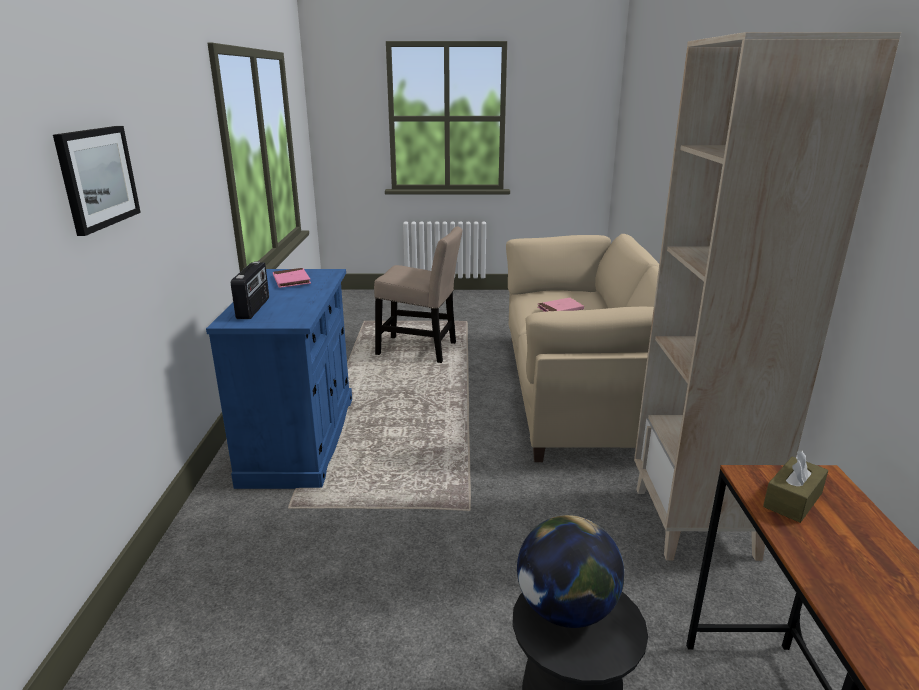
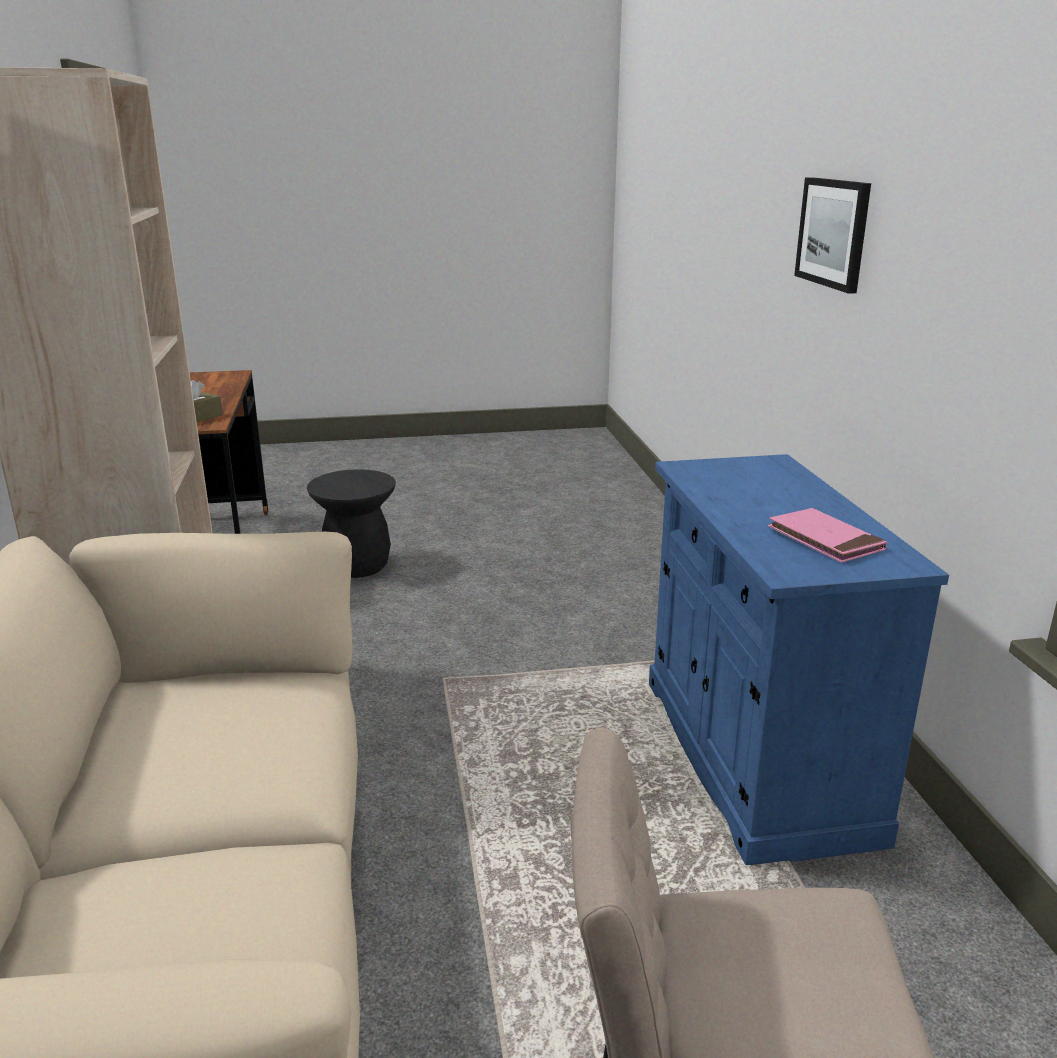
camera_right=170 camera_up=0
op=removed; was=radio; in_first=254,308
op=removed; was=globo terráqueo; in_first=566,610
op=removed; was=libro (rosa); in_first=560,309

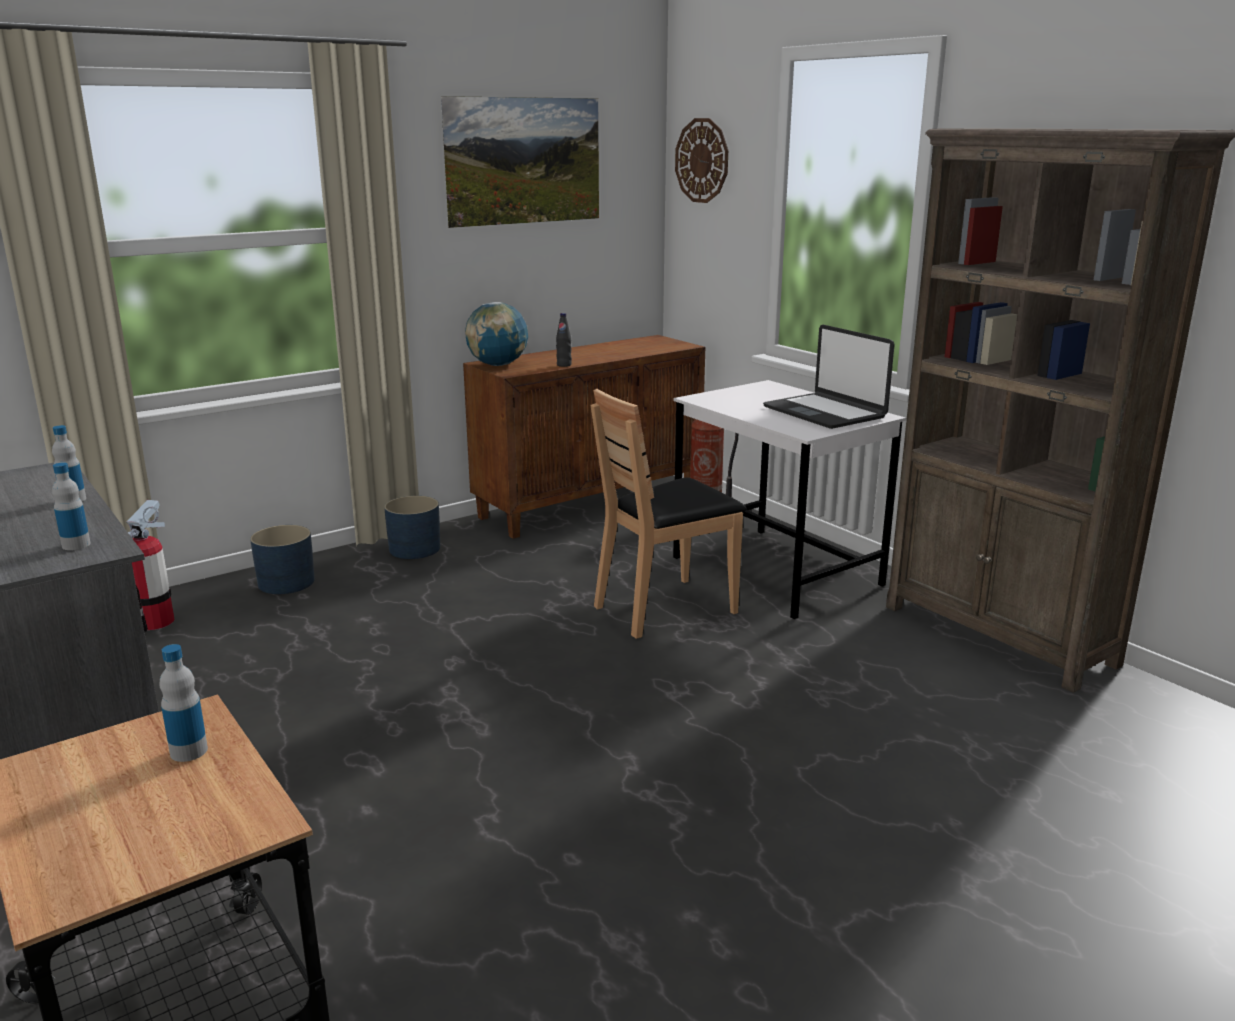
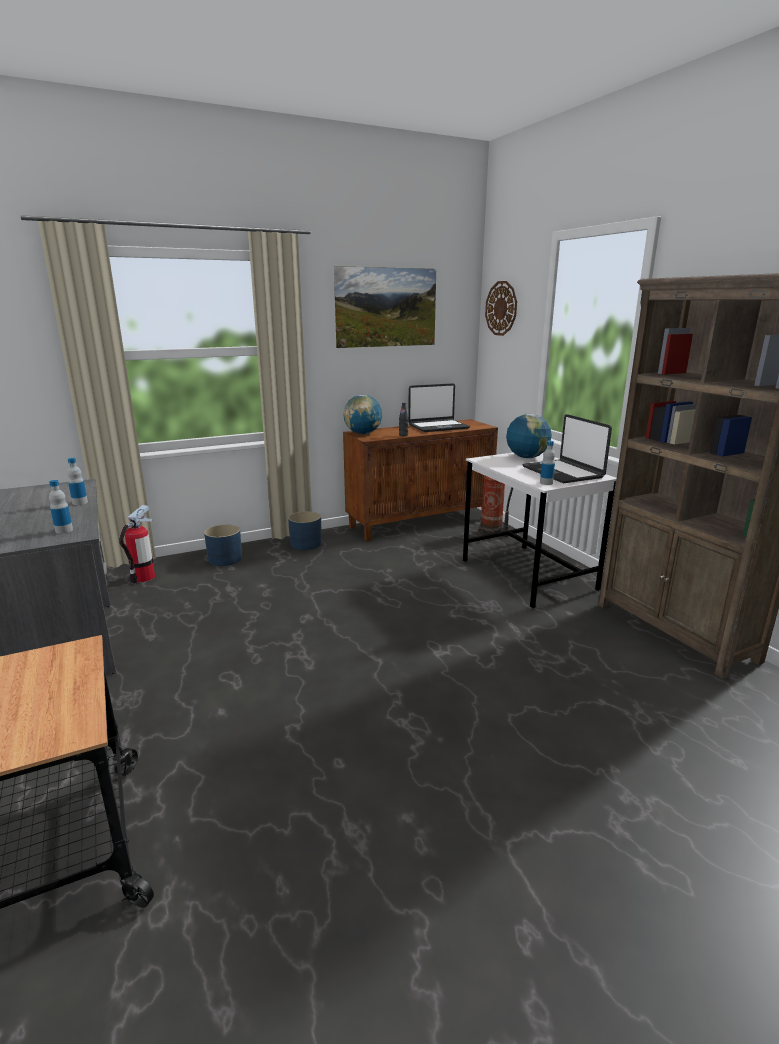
camera_right=10 camera_up=0
op=moved; was=botella; in_first=189,751; in_second=546,483
op=removed; was=silla (marrón); in_first=665,608
op=added; now=portátil; in_second=438,427
op=added; now=globo terráqueo; in_second=526,457

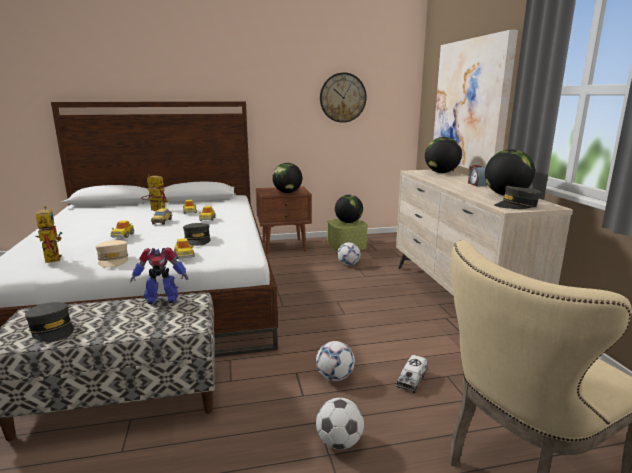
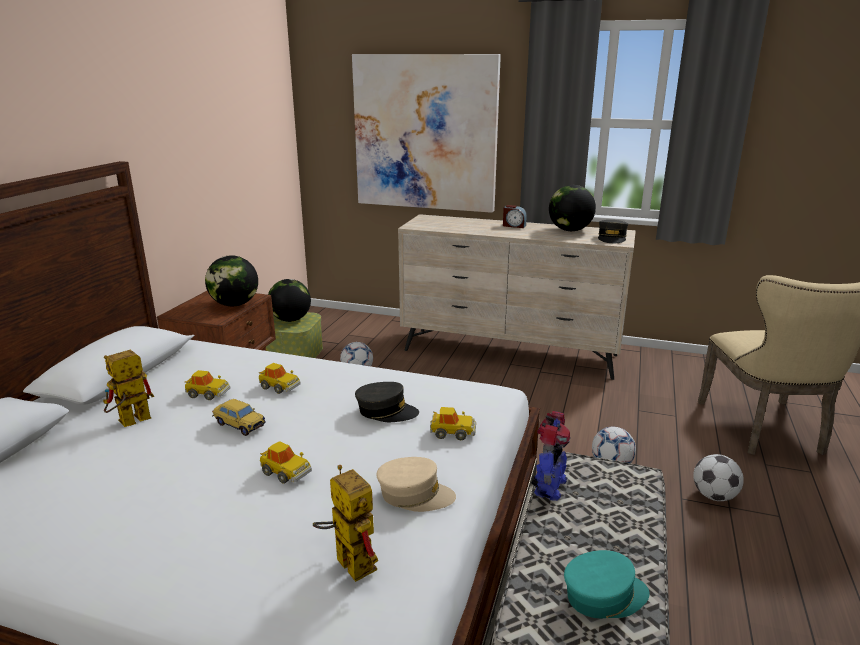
camera_right=-60 camera_up=5
op=recoloured; was=gorra (gris); now=gorra (turquesa); in_first=52,329; in_second=604,596
op=turned; was=robot de juguete; in_first=51,258; in_second=347,561; clockwise=45
op=removed; was=reloj de pared; in_first=342,97
op=removed; was=camión de juguete; in_first=412,380
op=removed; was=globo terráqueo; in_first=441,172

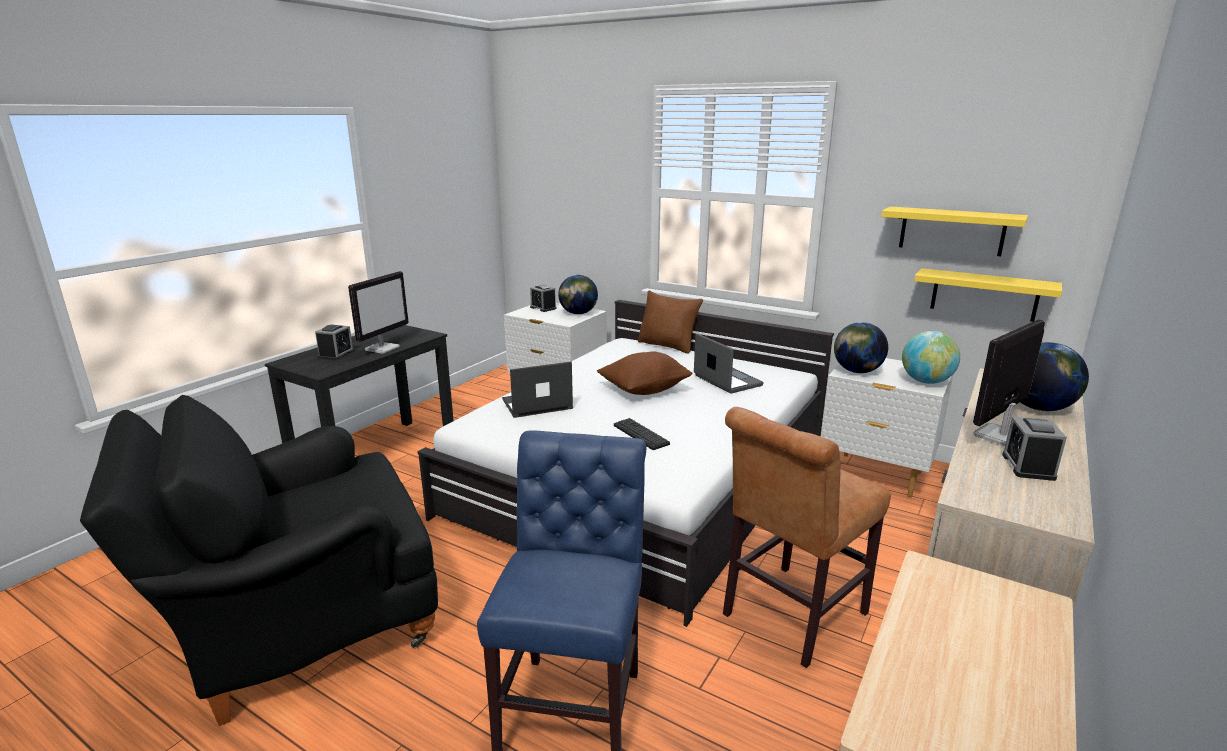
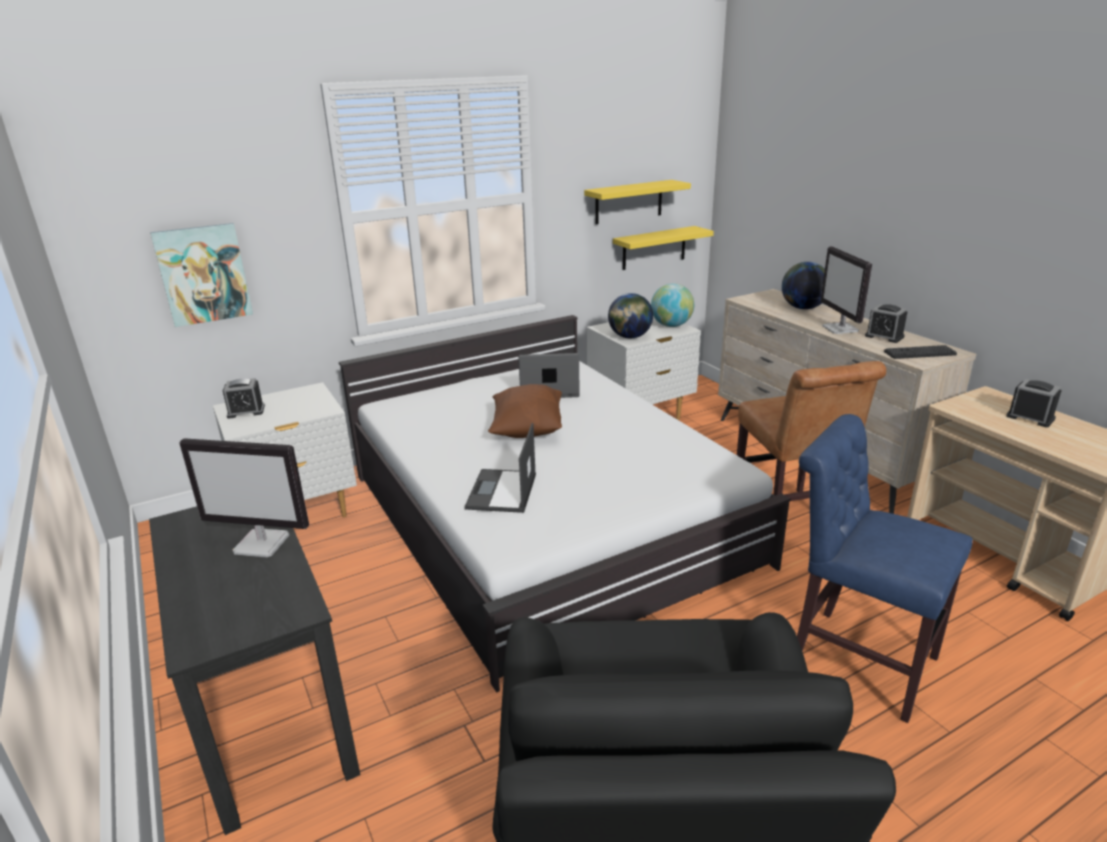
camera_right=-60 camera_up=5
op=moved; was=despertador; in_first=336,354; in_second=1030,417
op=turned; was=monitor; in_first=382,348; in_second=263,544; clockwise=135
op=removed; was=globo terráqueo; in_first=578,313
op=moved; was=teclado; in_first=640,434; in_second=920,353
op=removed; was=cojín (marrón); in_first=667,346
op=added; now=cuadro; in_second=203,274

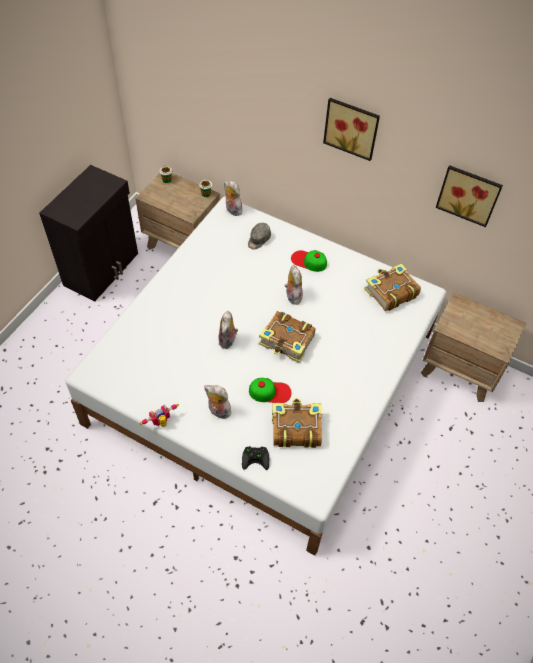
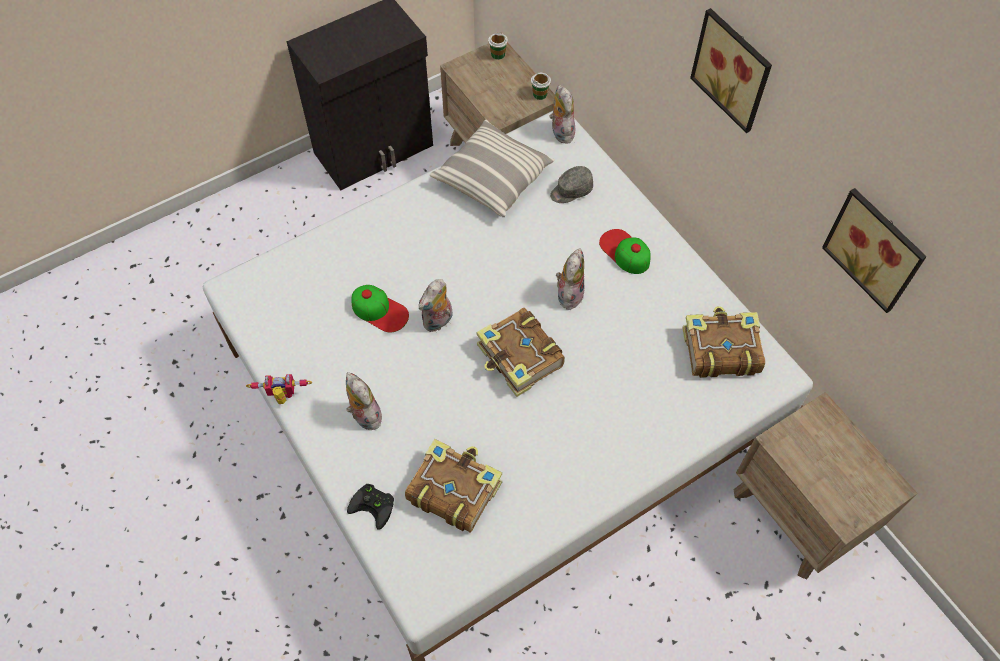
camera_right=30 camera_up=5
op=moved; was=gorra; in_first=270,392; in_second=379,310
op=added; now=cojín; in_second=493,178

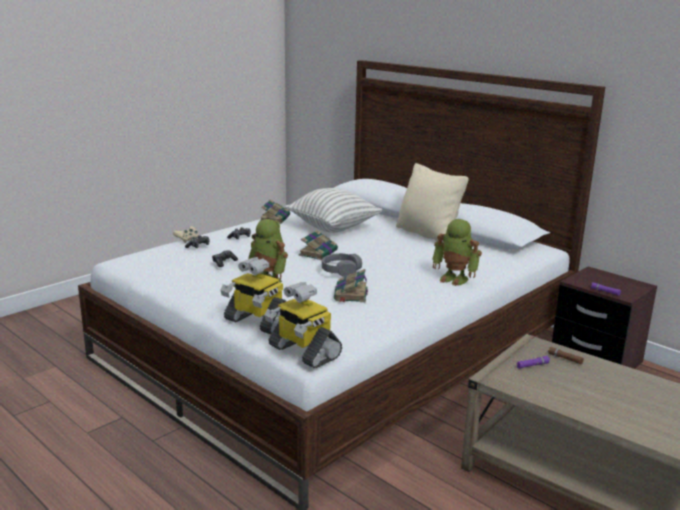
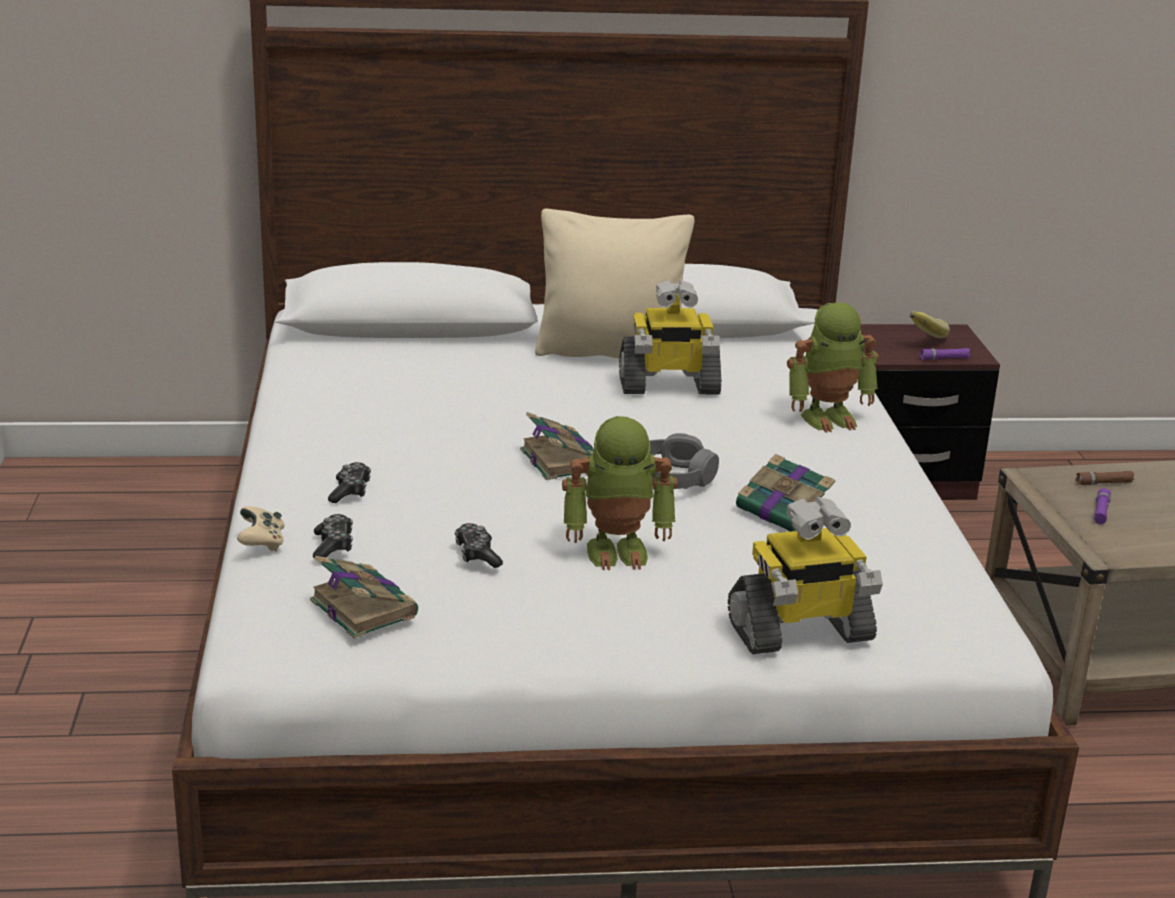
camera_right=-50 camera_up=5
op=moved; was=libro; in_first=275,218; in_second=362,607
op=moved; was=robot de juguete; in_first=303,352; in_second=668,386
op=removed; was=cojín; in_first=333,228
op=added; now=plátano; in_second=921,337

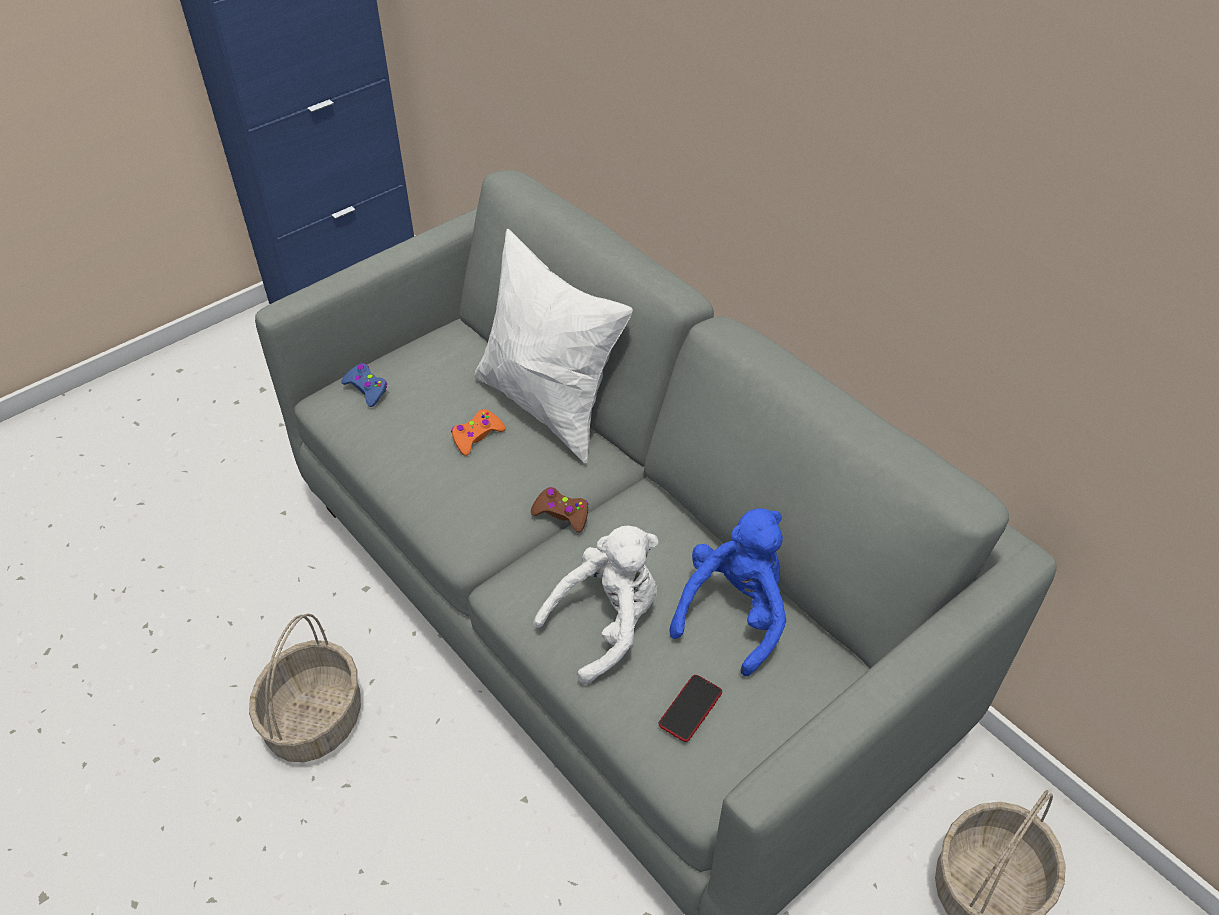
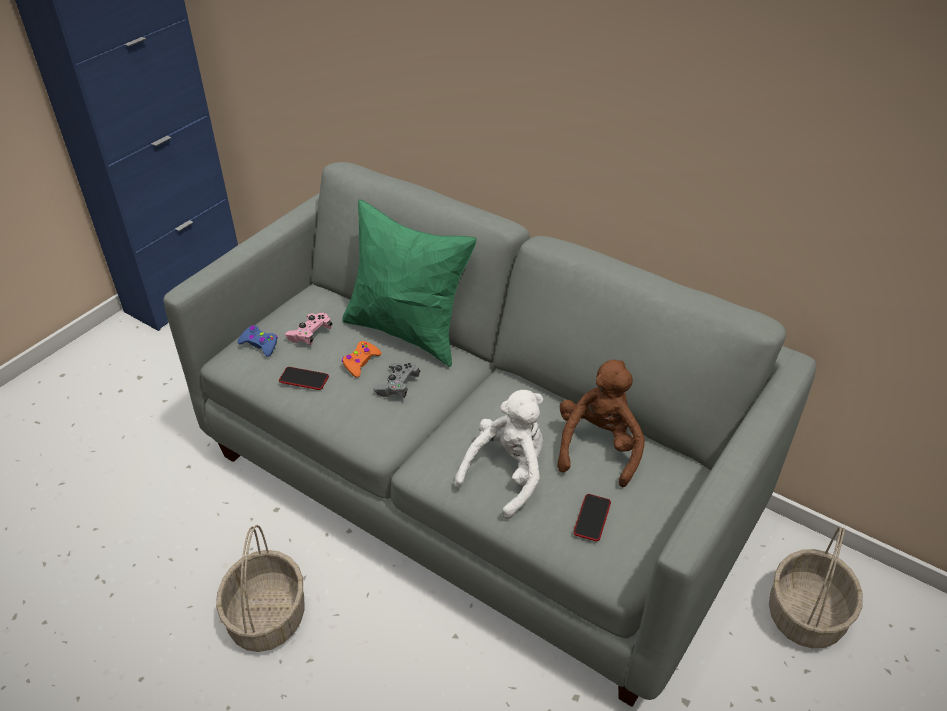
camera_right=-15 camera_up=-5
op=recoloured; was=cojín (blanco); now=cojín (verde); in_first=549,406; in_second=408,332
op=removed; was=mando de consola (marrón); in_first=561,514
op=recoloured; was=peluche (azul); now=peluche (marrón); in_first=734,613; in_second=598,447
op=added; now=móvil; in_second=304,379
op=added; now=mando de consola (rosa); in_second=310,334
op=added; now=mando de consola (gris); in_second=398,385

